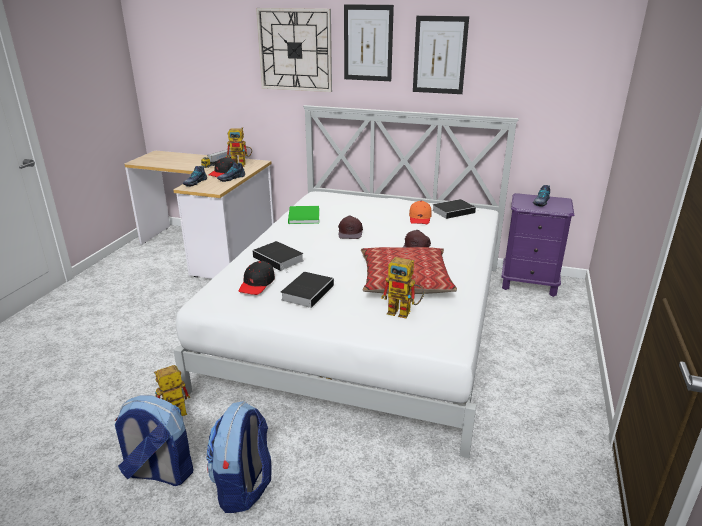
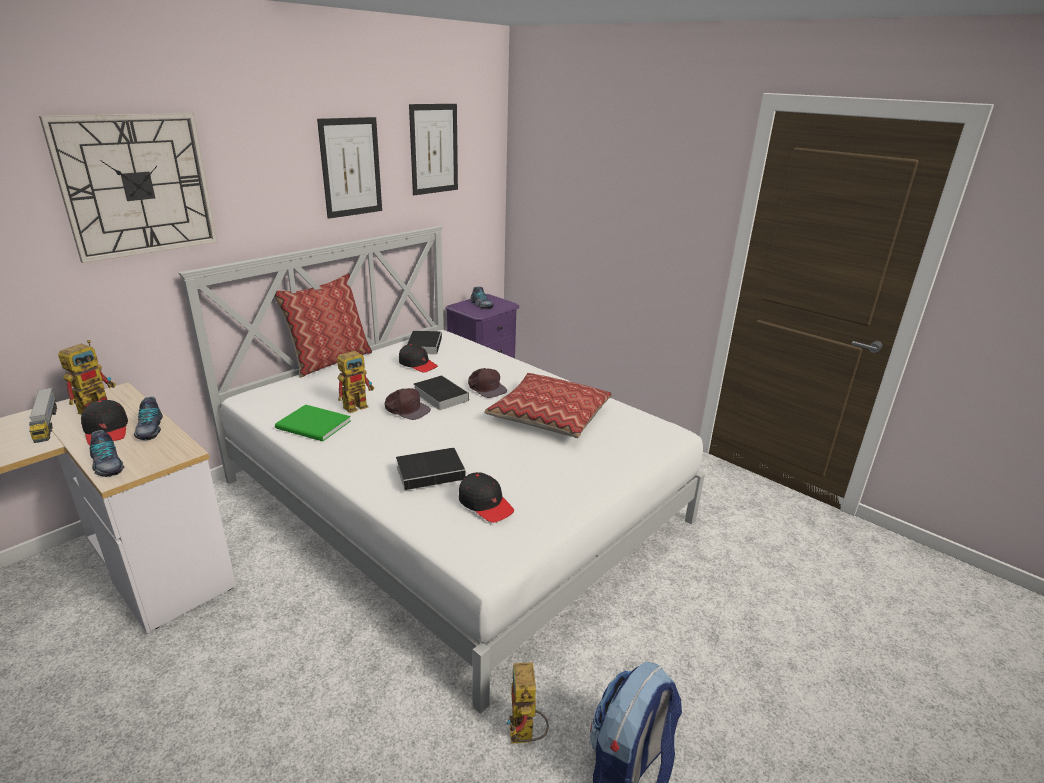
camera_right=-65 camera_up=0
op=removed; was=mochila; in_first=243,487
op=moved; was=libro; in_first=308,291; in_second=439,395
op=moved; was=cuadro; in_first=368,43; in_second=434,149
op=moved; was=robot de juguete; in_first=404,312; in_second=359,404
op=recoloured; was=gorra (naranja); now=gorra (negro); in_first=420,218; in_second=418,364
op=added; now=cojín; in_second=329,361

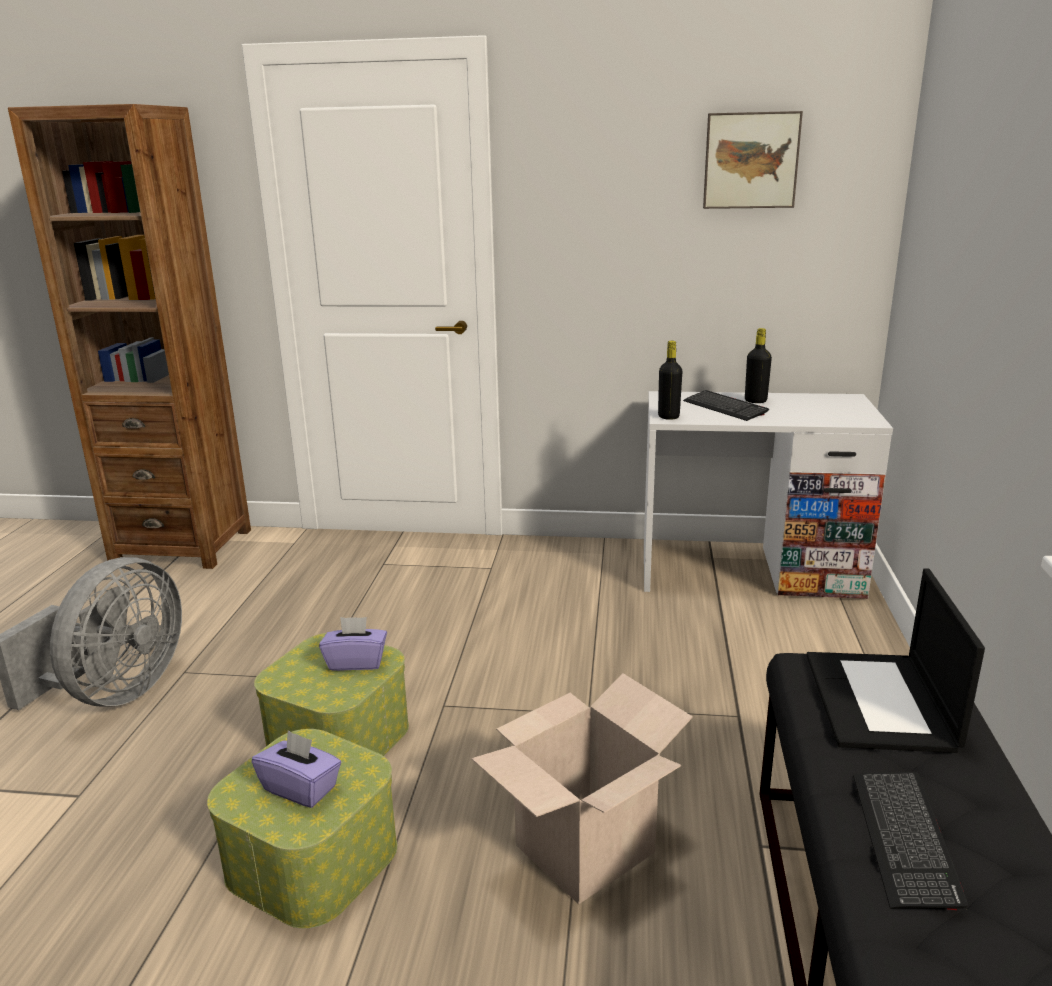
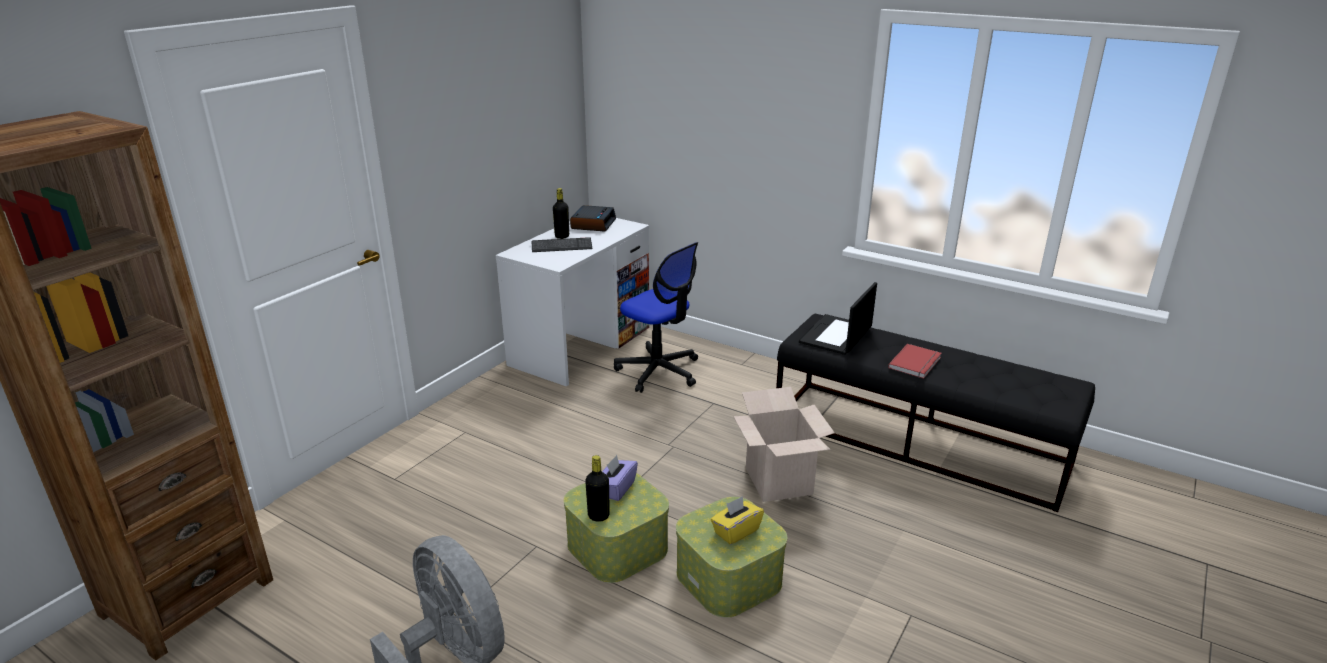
camera_right=-65 camera_up=5
op=recoloured; was=caja de pañuelos (morado); now=caja de pañuelos (amarillo); in_first=301,788; in_second=736,531
op=moved; was=botella (negro); in_first=668,417; in_second=598,516
op=removed; was=cuadro; in_first=750,160
op=turned; was=portátil; in_first=881,702; in_second=836,335; clockwise=90
op=replaced; was=teclado; now=libro (rojo); in_first=904,839; in_second=916,363
op=added; now=despertador; in_second=593,224
op=added; now=silla de oficina; in_second=659,371

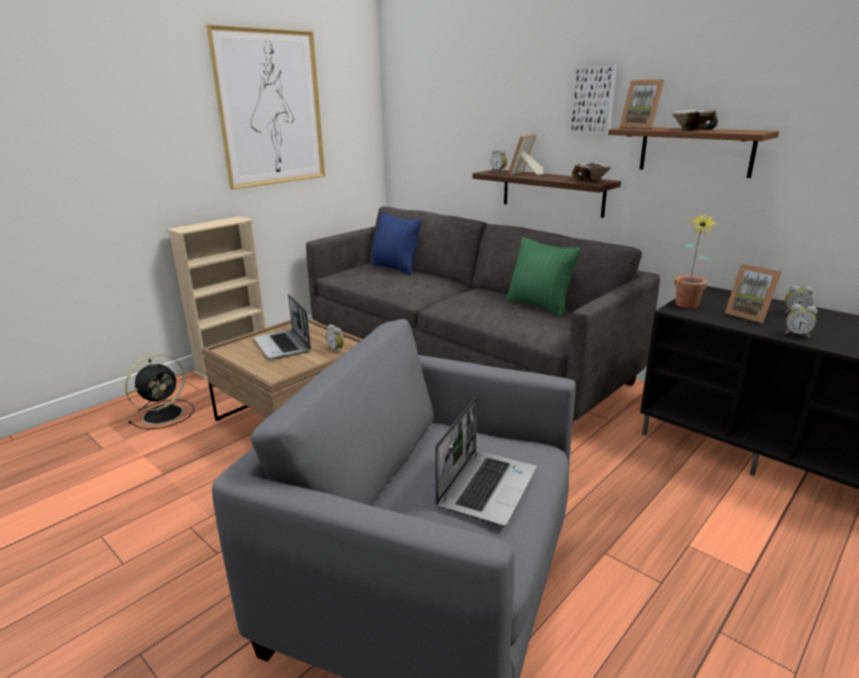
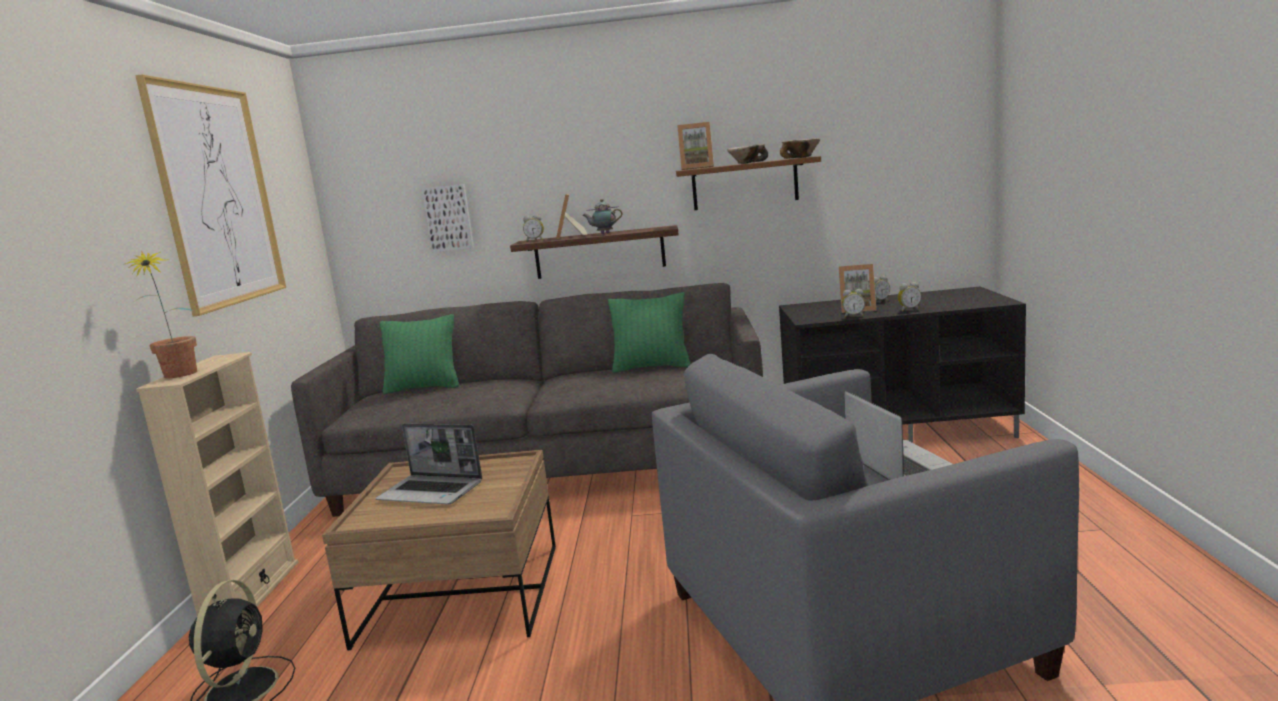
camera_right=-40 camera_up=-10
op=moved; was=despertador; in_first=336,350; in_second=853,316
op=recoloured; was=cojín (azul); now=cojín (verde); in_first=395,268; in_second=424,388
op=moved; was=cuadro; in_first=594,100; in_second=449,218
op=moved; was=cuenco; in_first=591,180; in_second=801,157
op=moved; was=planta en maceta; in_first=687,306; in_second=178,376
op=added; now=tetera; in_second=604,233

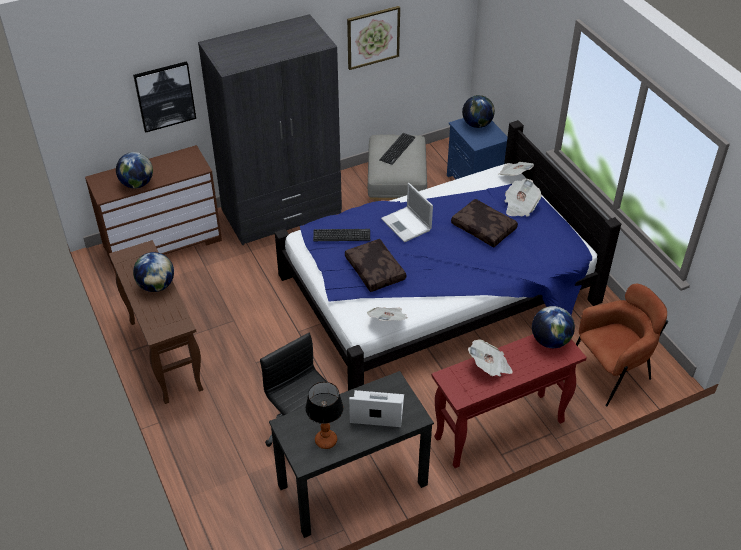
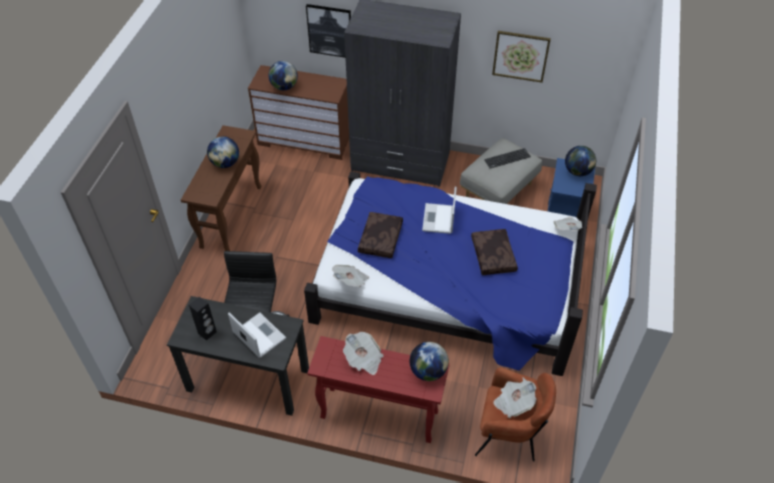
camera_right=40 camera_up=5
op=replaced; was=lámpara de mesa; now=altavoz (negro); in_first=325,440; in_second=207,332
op=removed; was=teclado; in_first=341,235
op=moved; was=periódico; in_first=520,206; in_second=513,402

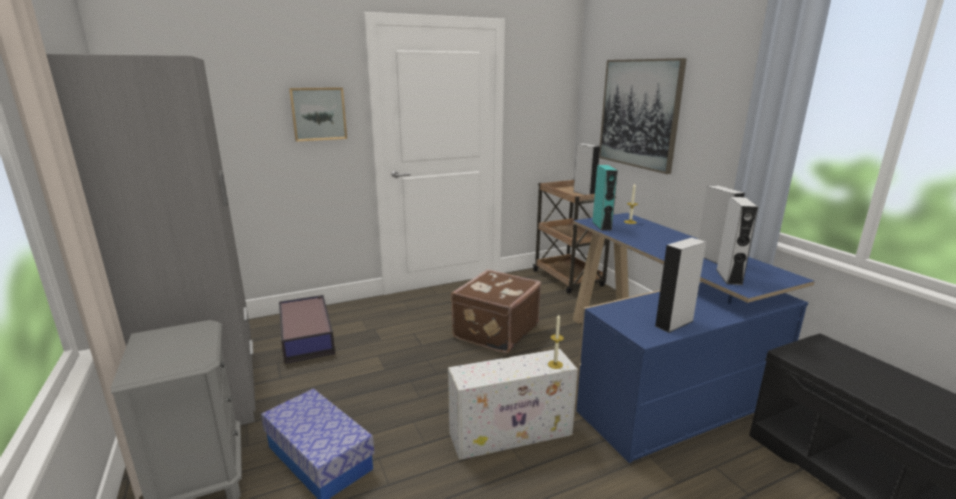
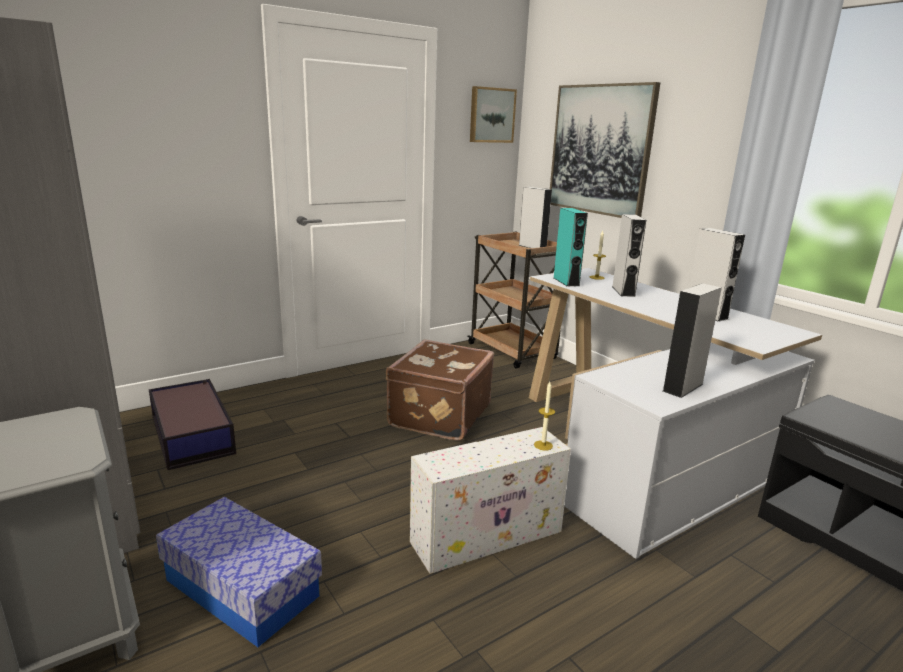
camera_right=-10 camera_up=0
op=moved; was=cuadro; in_first=318,114; in_second=491,115
op=recoloured; was=escritorio (azul); now=escritorio (blanco); in_first=655,370; in_second=637,450
op=moved; was=altavoz (gris); in_first=729,277; in_second=623,291

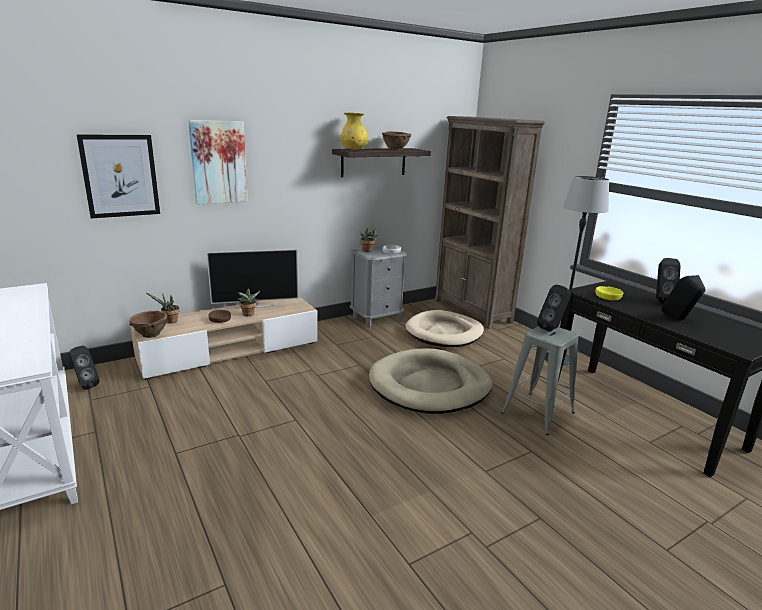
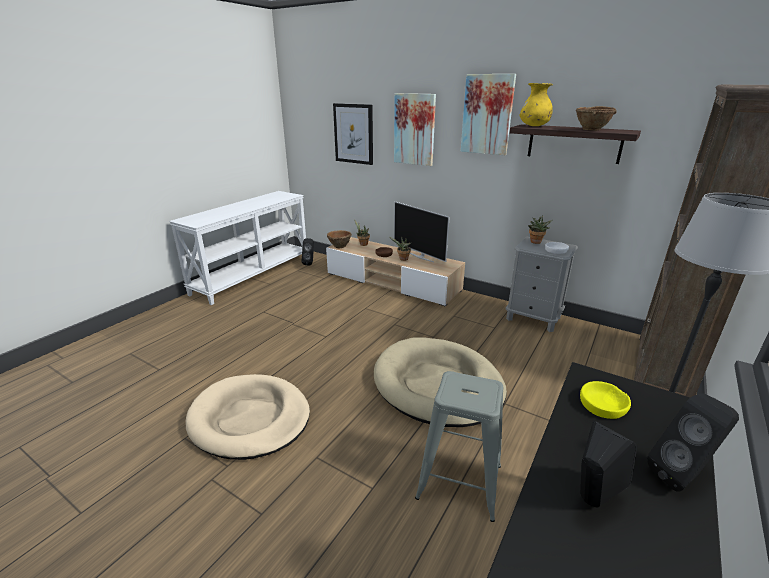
camera_right=65 camera_up=5
op=moved; was=cama para perro (beis); in_first=444,332; in_second=250,419
op=removed; was=altavoz (negro); in_first=552,328
op=added; now=cuadro; in_second=487,114

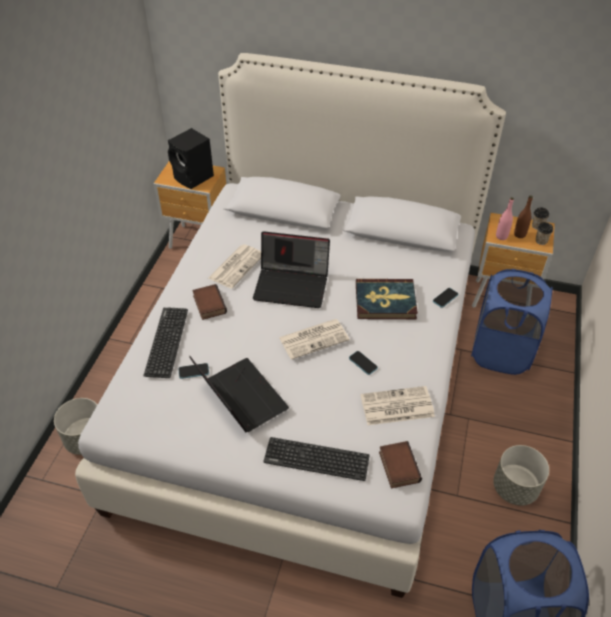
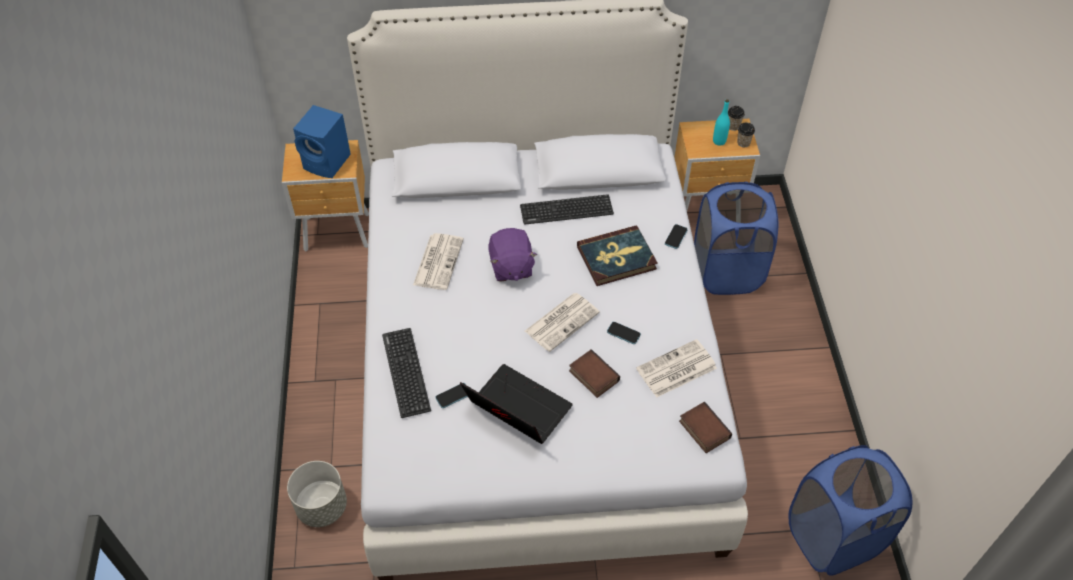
camera_right=-20 camera_up=5
op=recoloured; was=altavoz (negro); now=altavoz (azul); in_first=194,178; in_second=328,162
op=moved; was=libro; in_first=208,304; in_second=592,376
op=replaced; was=portátil; now=peluche (morado); in_first=292,285; in_second=511,267
op=moved; was=teclado; in_first=316,459; in_second=566,210
op=removed; was=maceta (gris); in_first=514,488
op=removed; was=botella (rosa); in_first=501,236
op=recoloured; was=botella (marrón); now=botella (turquesa); in_first=519,234; in_second=719,141

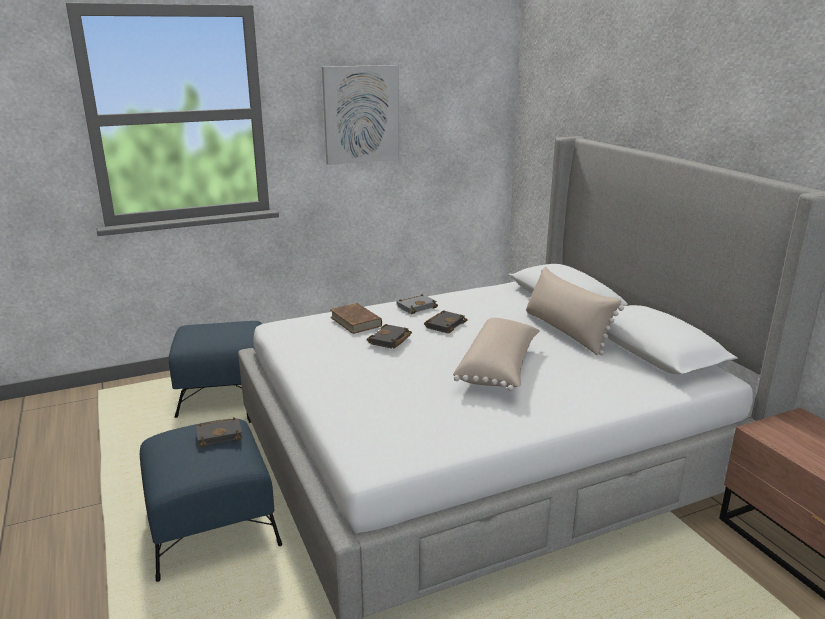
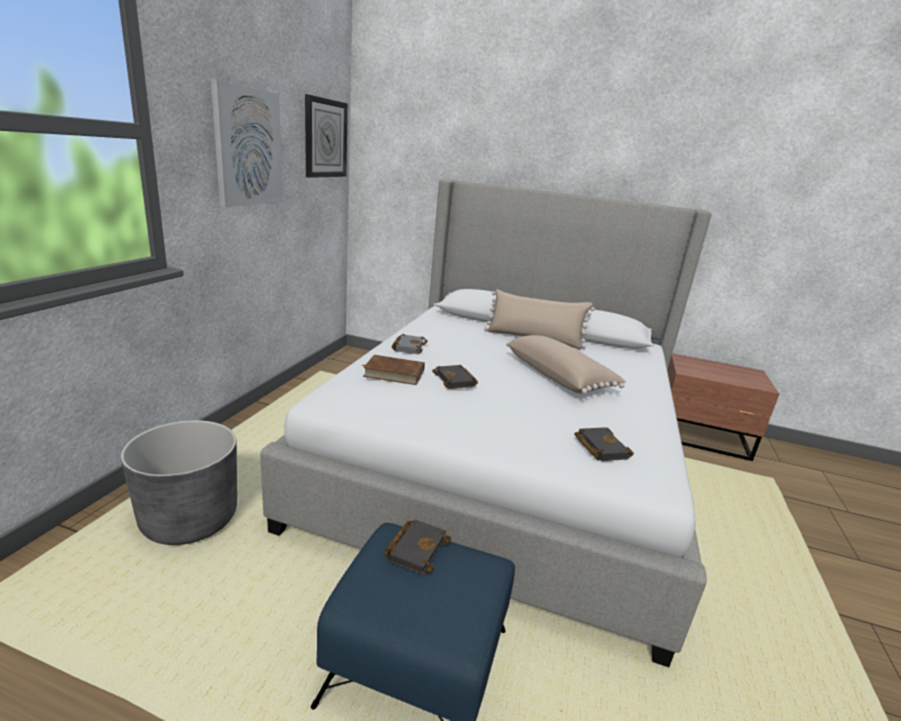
camera_right=-50 camera_up=0
op=replaced; was=puf (azul); now=maceta (gris); in_first=224,393; in_second=190,519
op=moved; was=libro (negro); in_first=444,324; in_second=599,447
op=added; now=reloj de pared; in_second=325,138

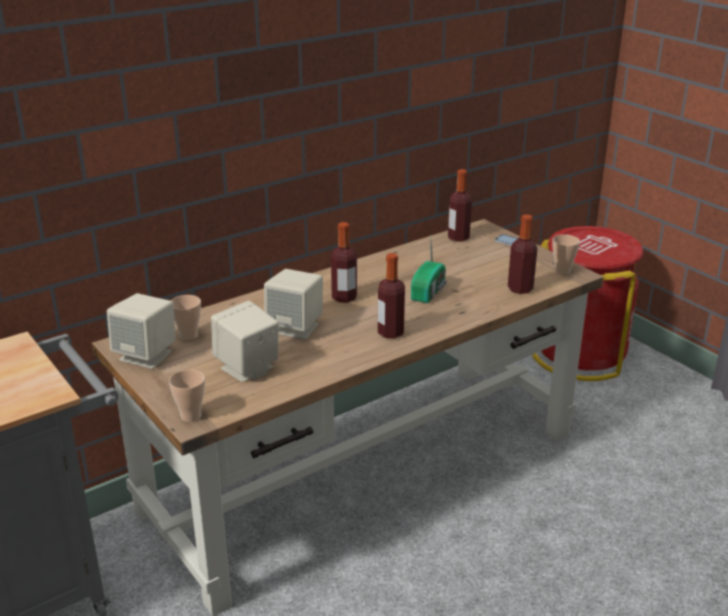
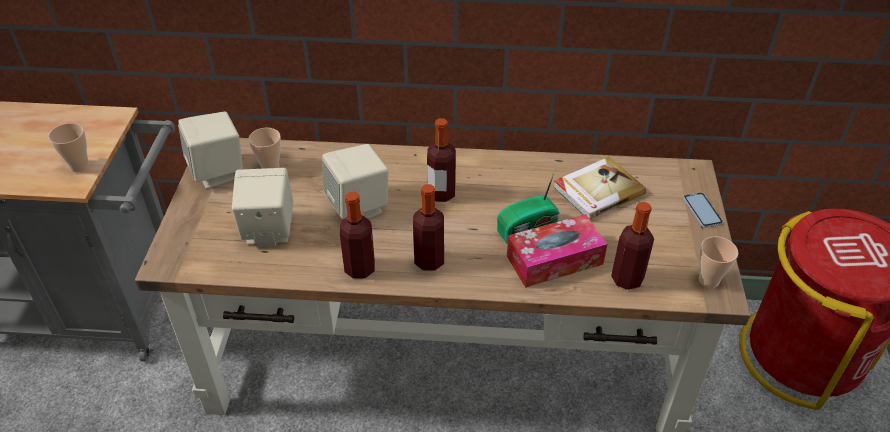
camera_right=40 camera_up=15
op=moved; was=taza; in_first=191,416; in_second=79,166
op=moved; was=botella; in_first=458,237; in_second=359,269
op=added; now=caja de pañuelos; in_second=554,260
op=added; now=libro; in_second=597,190

